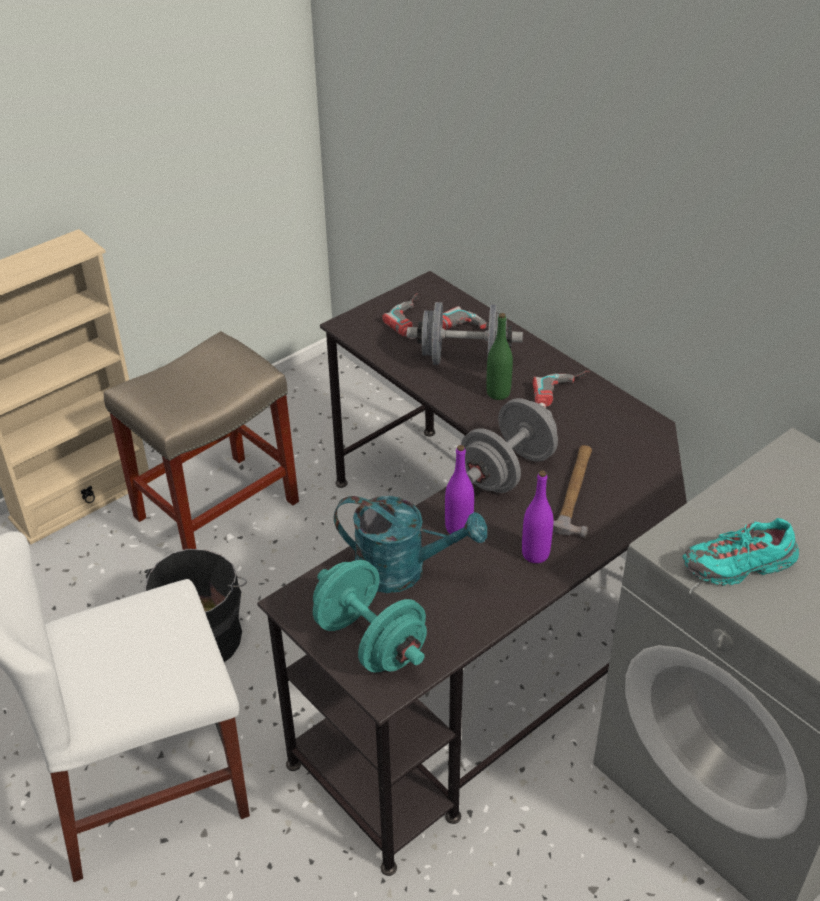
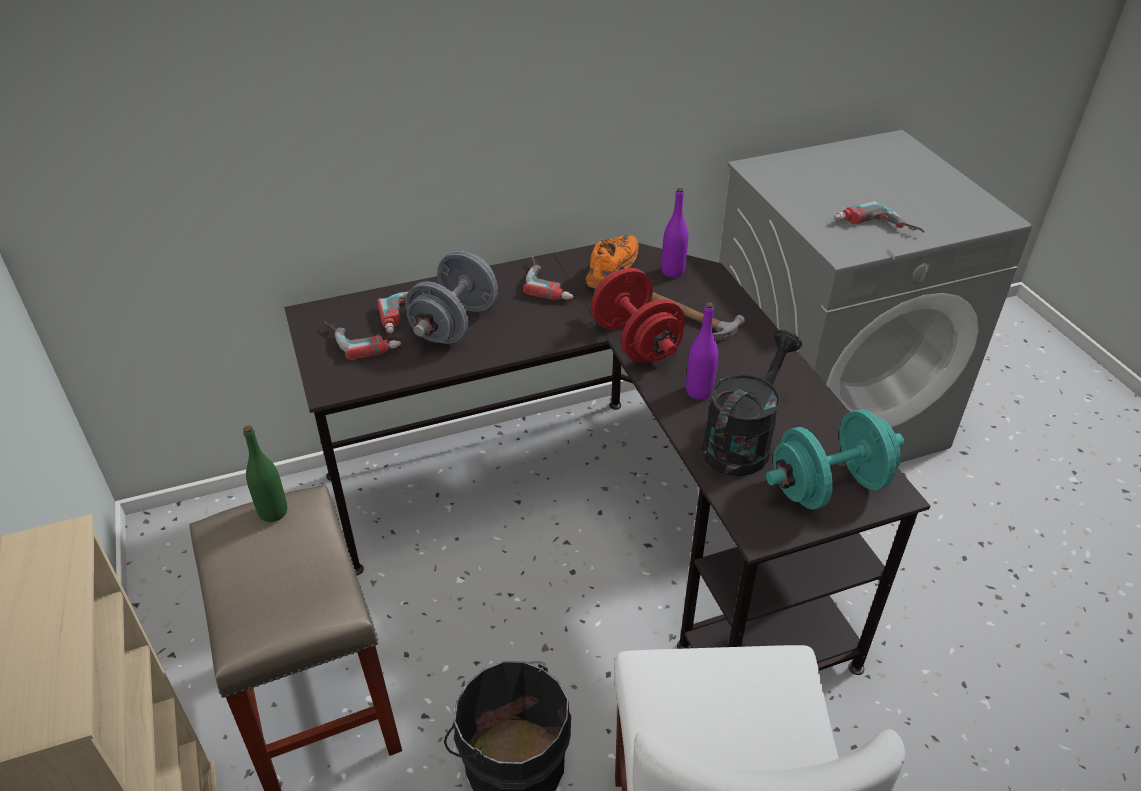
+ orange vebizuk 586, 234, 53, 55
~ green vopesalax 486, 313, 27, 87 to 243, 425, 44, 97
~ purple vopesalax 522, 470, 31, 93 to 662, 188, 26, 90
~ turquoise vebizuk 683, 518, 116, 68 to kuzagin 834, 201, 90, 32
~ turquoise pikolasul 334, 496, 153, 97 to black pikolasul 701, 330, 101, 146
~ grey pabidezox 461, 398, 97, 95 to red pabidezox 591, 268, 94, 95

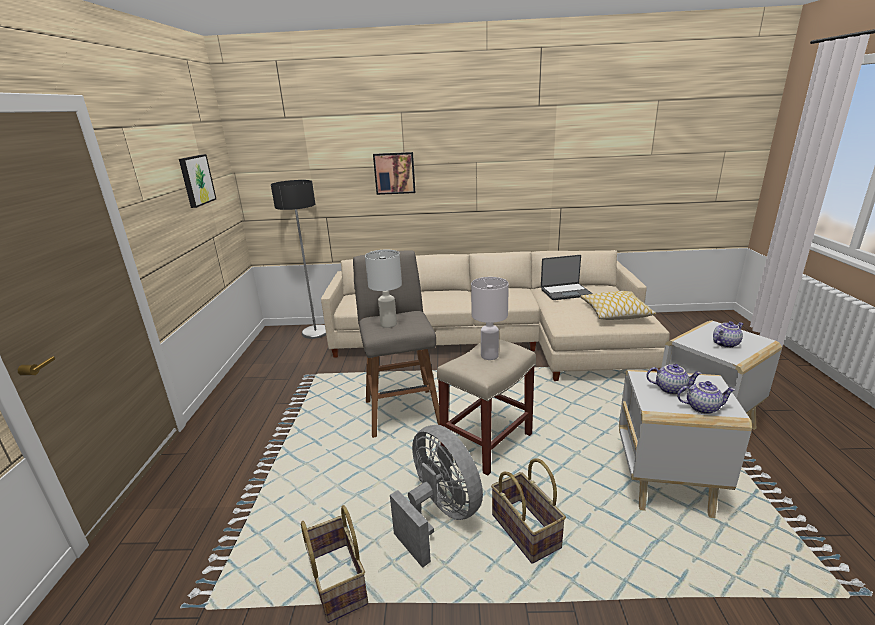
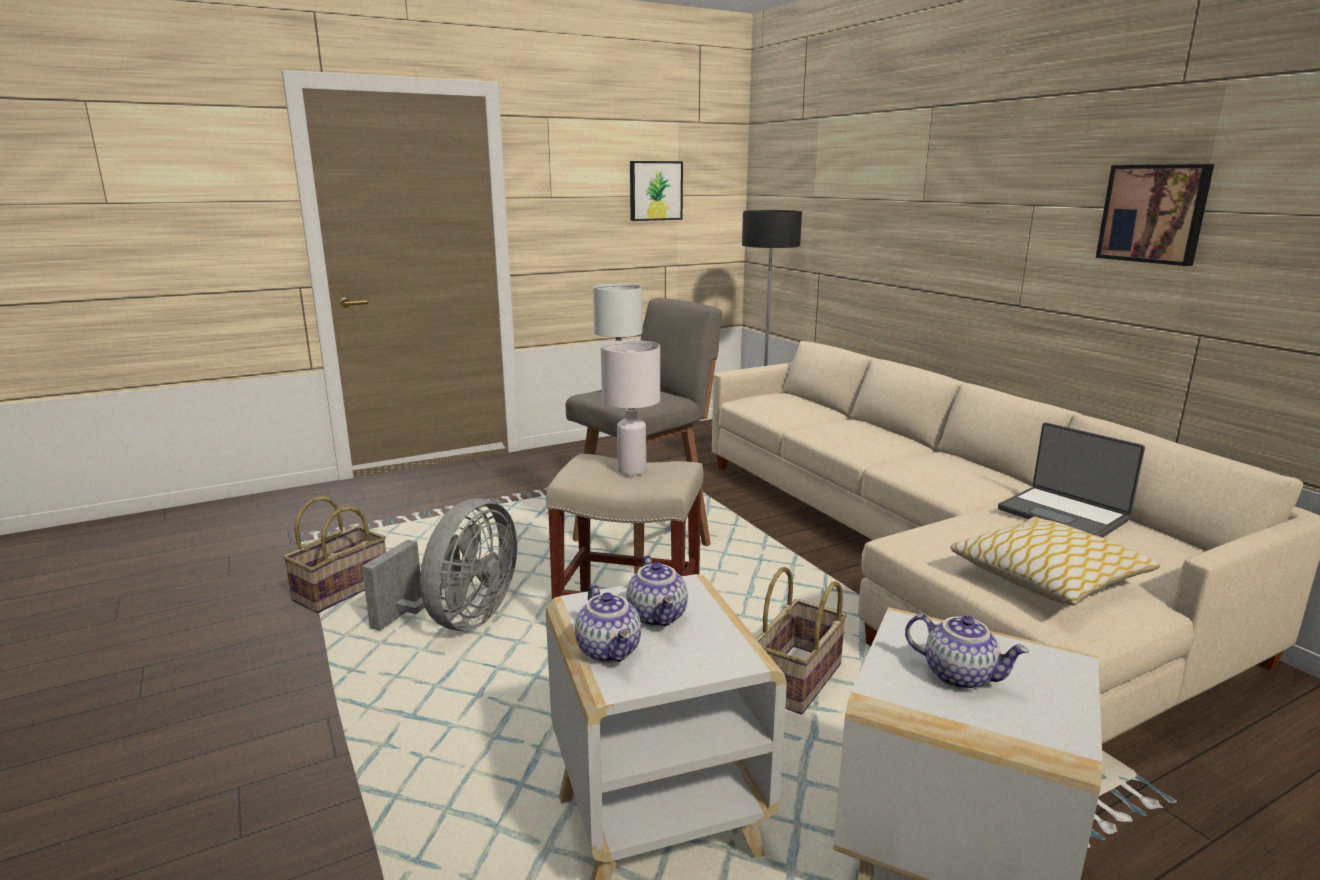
~ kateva 373, 152, 42, 43 to 1096, 164, 118, 102
~ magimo 491, 459, 75, 105 to 756, 567, 91, 147

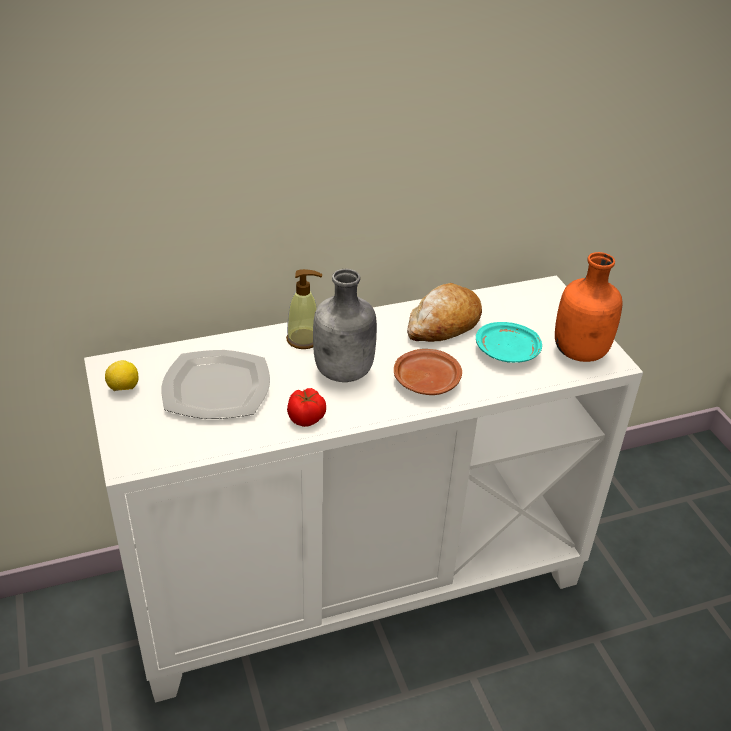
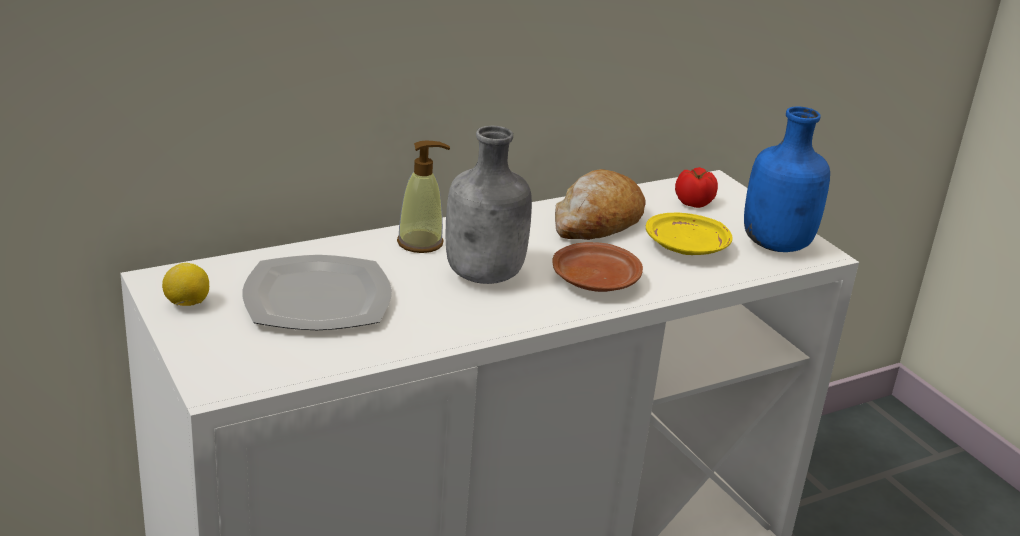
~ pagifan 287, 388, 39, 39 to 675, 167, 43, 41
~ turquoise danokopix 476, 322, 66, 41 to yellow danokopix 646, 213, 87, 42
~ orange vopesalax 555, 252, 68, 110 to blue vopesalax 744, 106, 86, 146

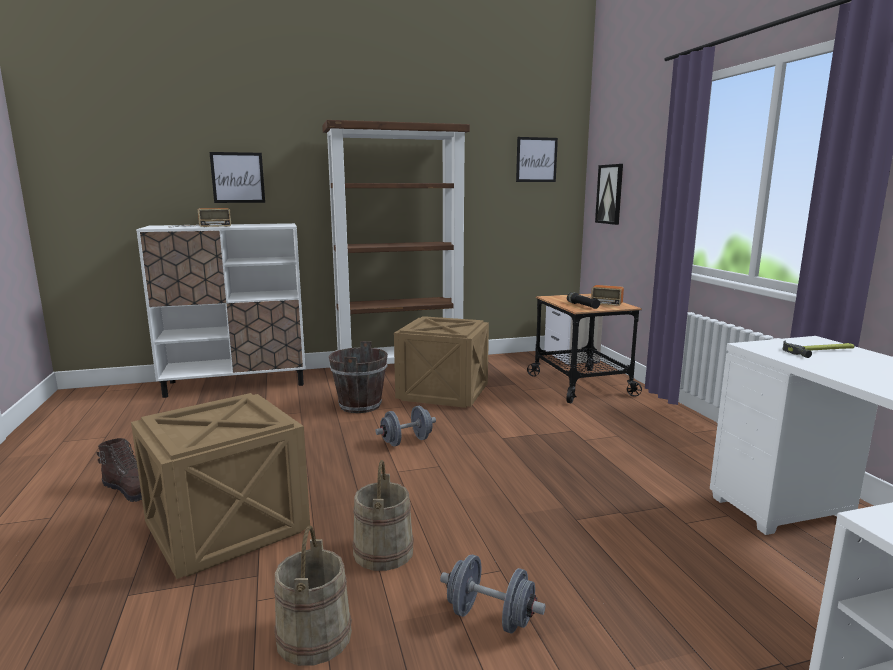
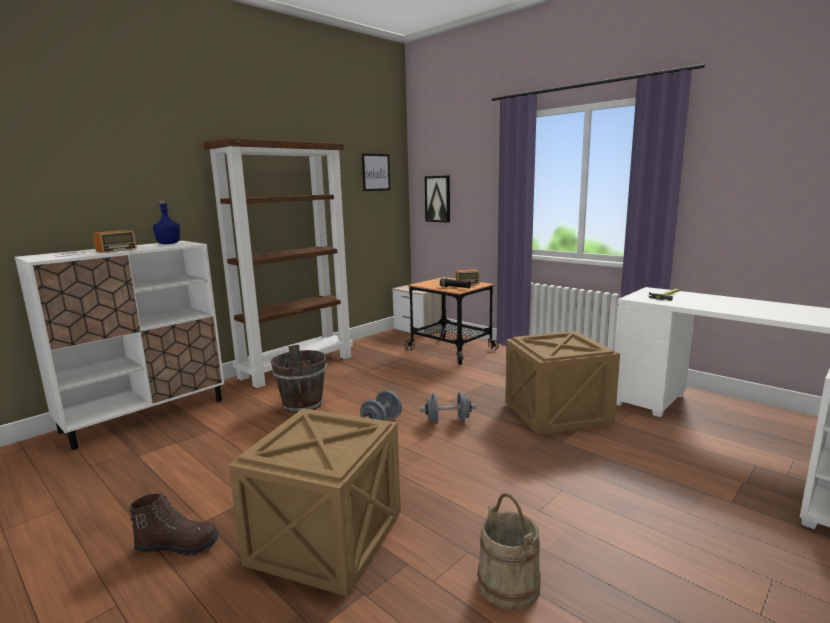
- kateva 209, 152, 56, 51
- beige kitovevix 352, 460, 62, 111
+ blue vopesalax 153, 200, 27, 44
~ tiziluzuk 394, 316, 95, 92 to 505, 331, 115, 104
~ grey pabidezox 440, 554, 106, 80 to 420, 392, 56, 32

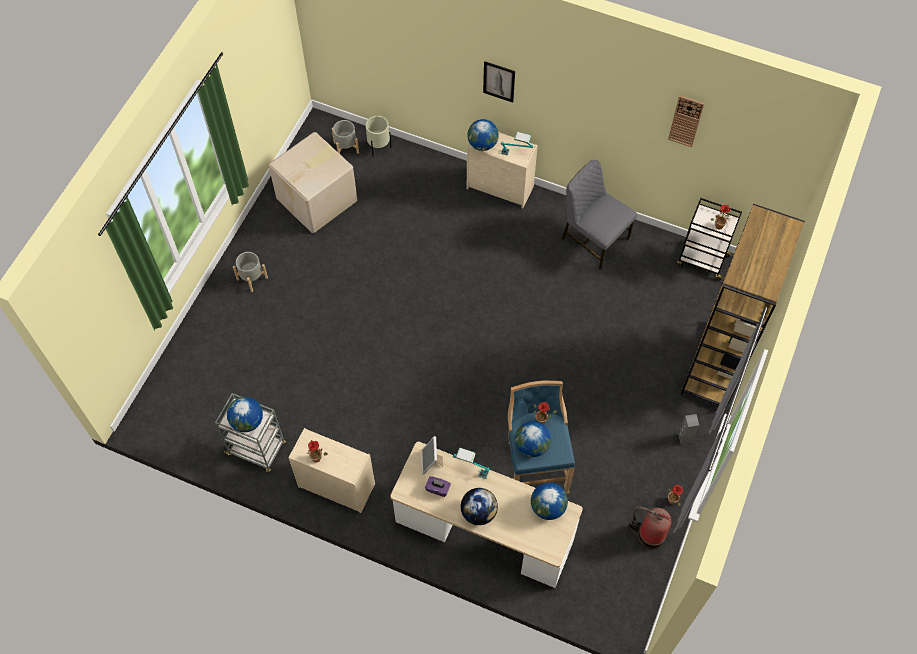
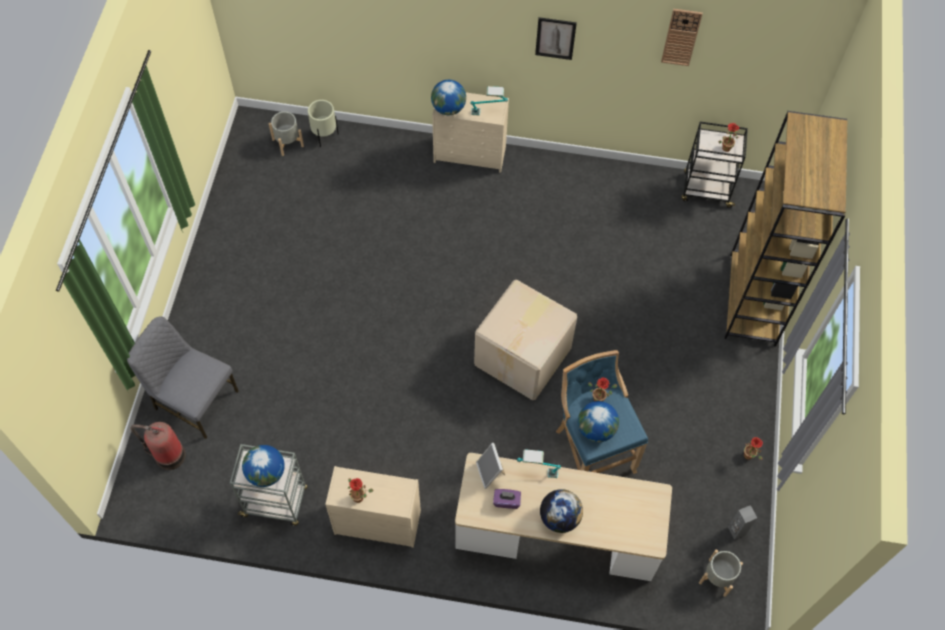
- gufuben 531, 483, 37, 37
~ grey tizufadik 233, 252, 35, 40 to 699, 549, 44, 48
~ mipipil 269, 132, 88, 101 to 474, 280, 103, 120
~ kateva 483, 61, 32, 42 to 535, 17, 42, 43
~ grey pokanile 562, 160, 75, 110 to 127, 316, 111, 123
~ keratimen 629, 506, 42, 44 to 131, 422, 55, 48
~ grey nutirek 678, 414, 21, 30 to 728, 505, 29, 35

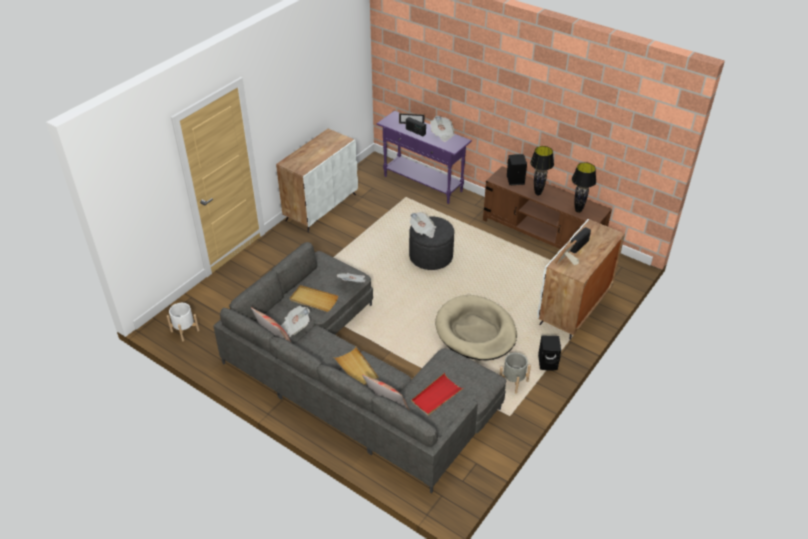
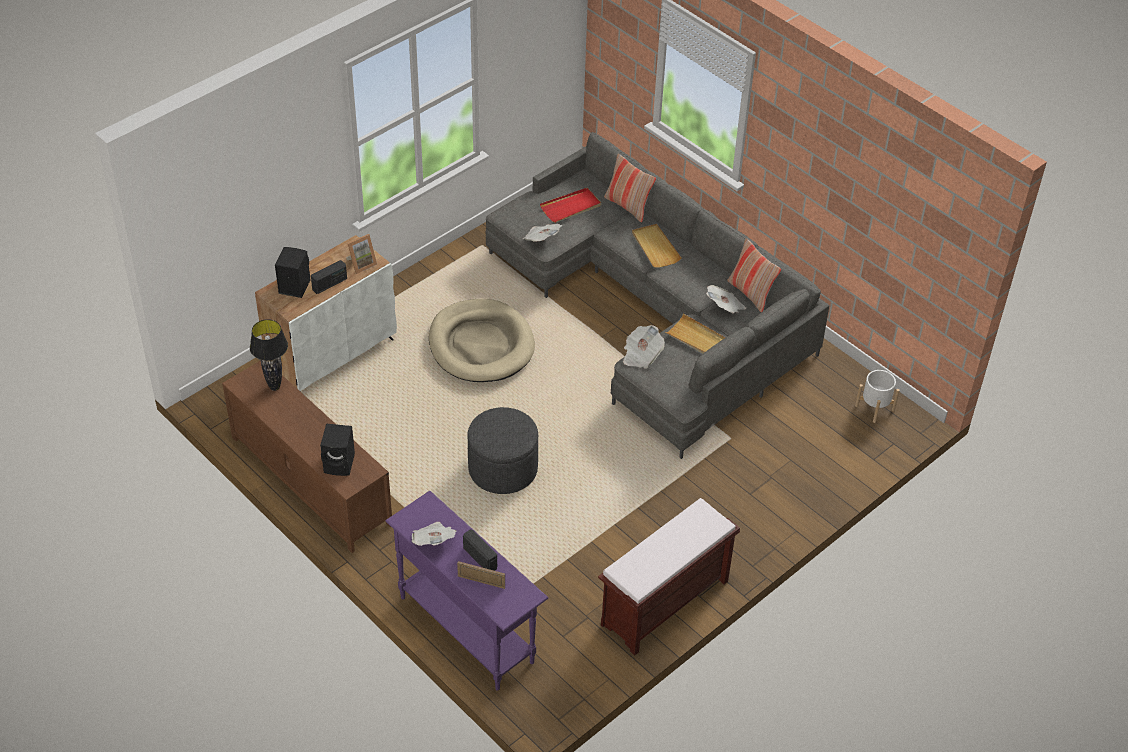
- grey tizufadik 500, 353, 31, 41
- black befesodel 530, 146, 24, 49
~ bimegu 410, 212, 26, 26 to 523, 223, 39, 19
~ black nutirek 538, 336, 23, 35 to 275, 247, 35, 51
~ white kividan 276, 129, 82, 103 to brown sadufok 598, 498, 142, 158

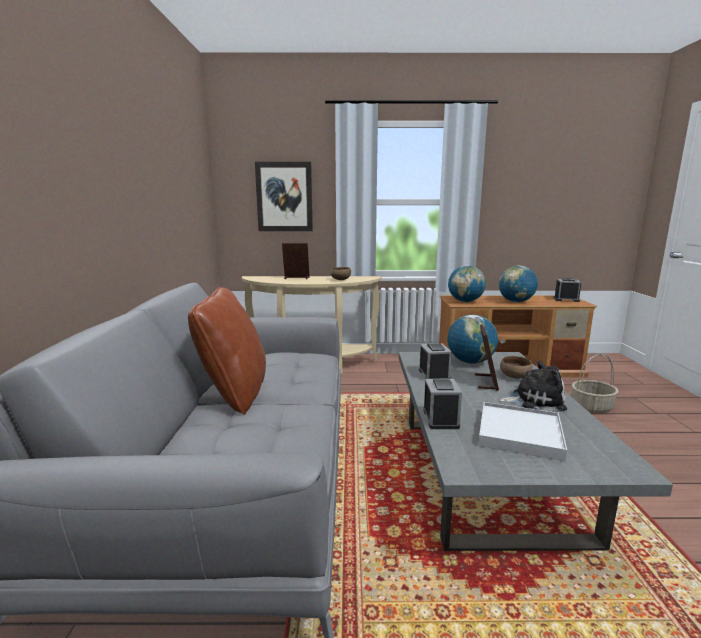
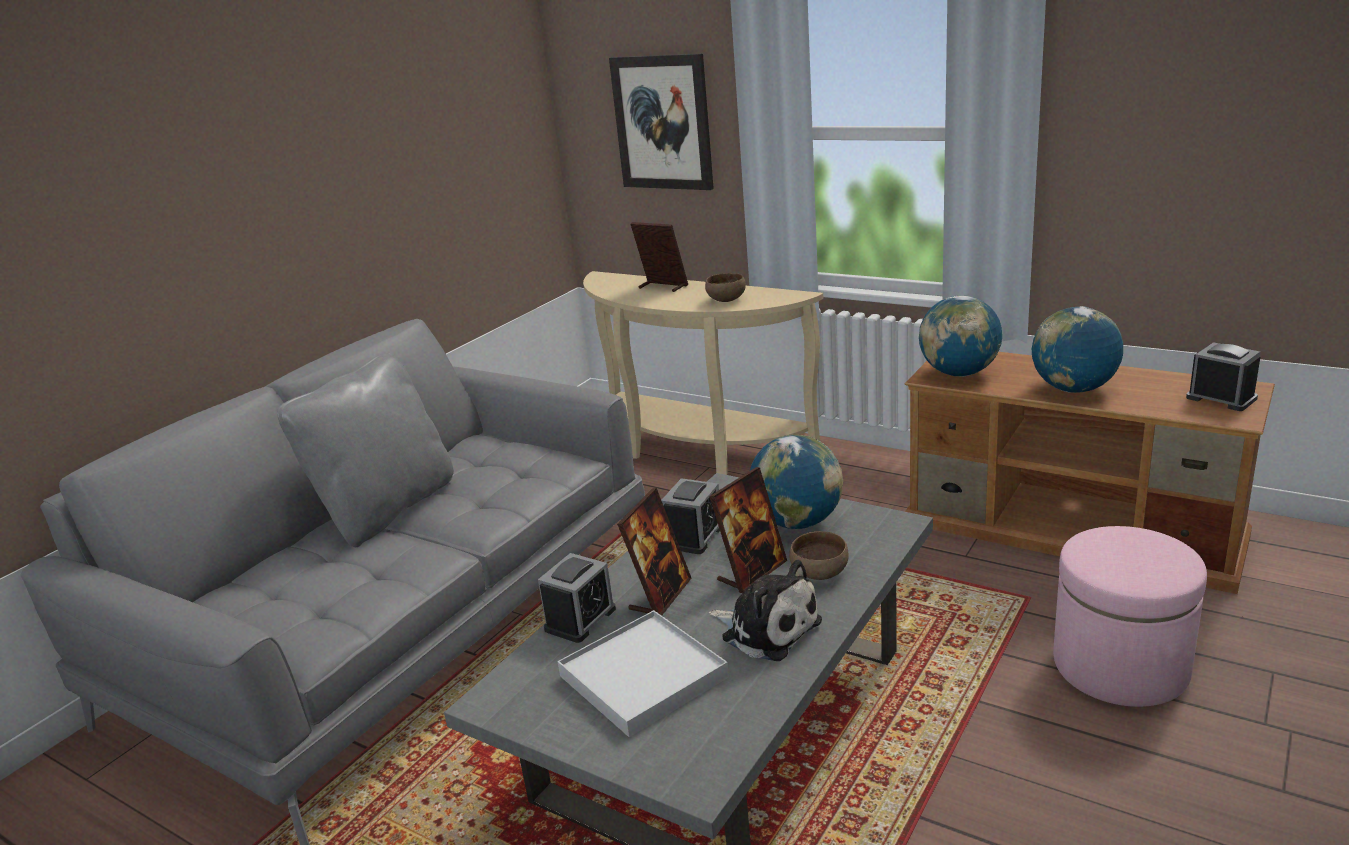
+ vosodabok 617, 488, 74, 128
~ magimo 571, 354, 47, 59 to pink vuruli 1053, 526, 154, 181
~ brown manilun 188, 287, 78, 128 to grey manilun 277, 353, 177, 194

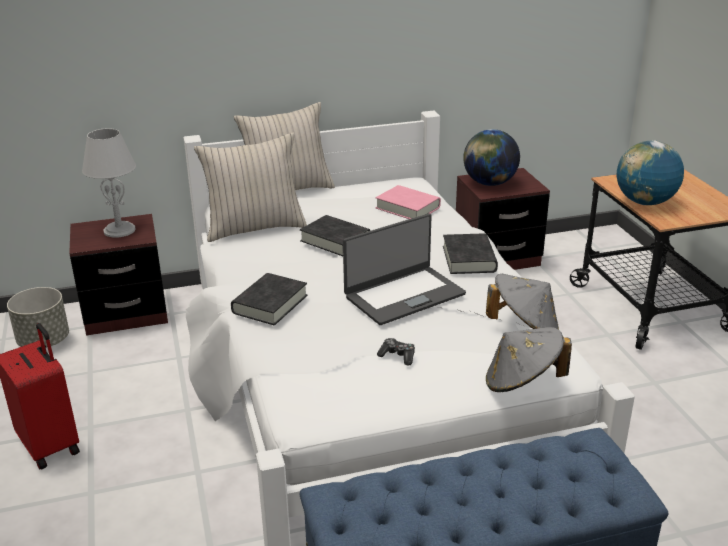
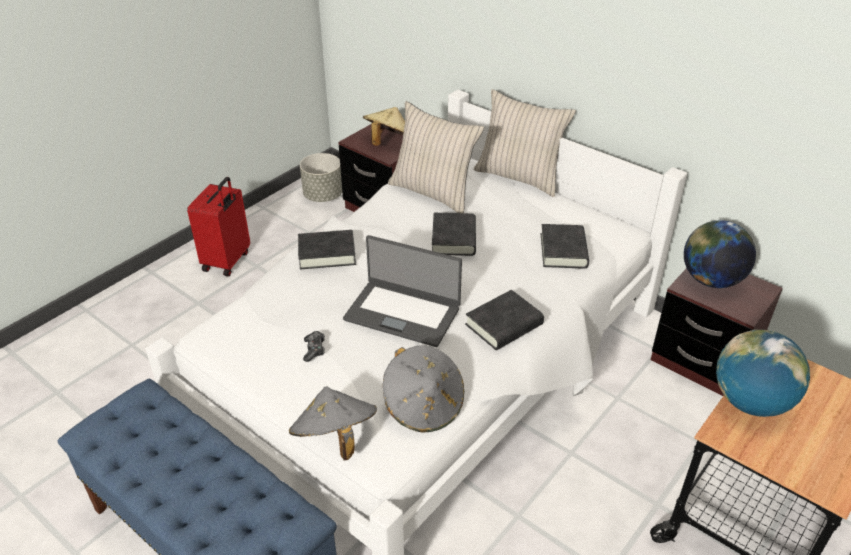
~ grey befesodel 82, 128, 54, 110 to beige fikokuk 363, 107, 42, 39
~ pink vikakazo 376, 185, 65, 34 to black vikakazo 541, 224, 48, 45

